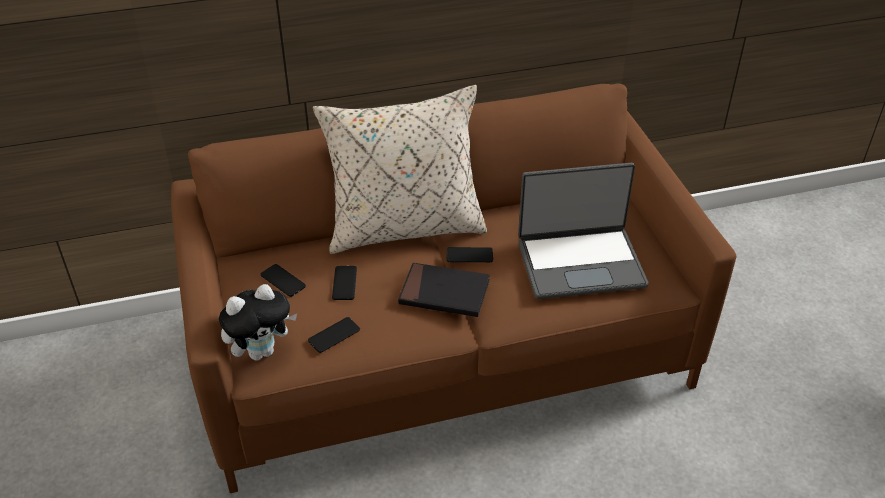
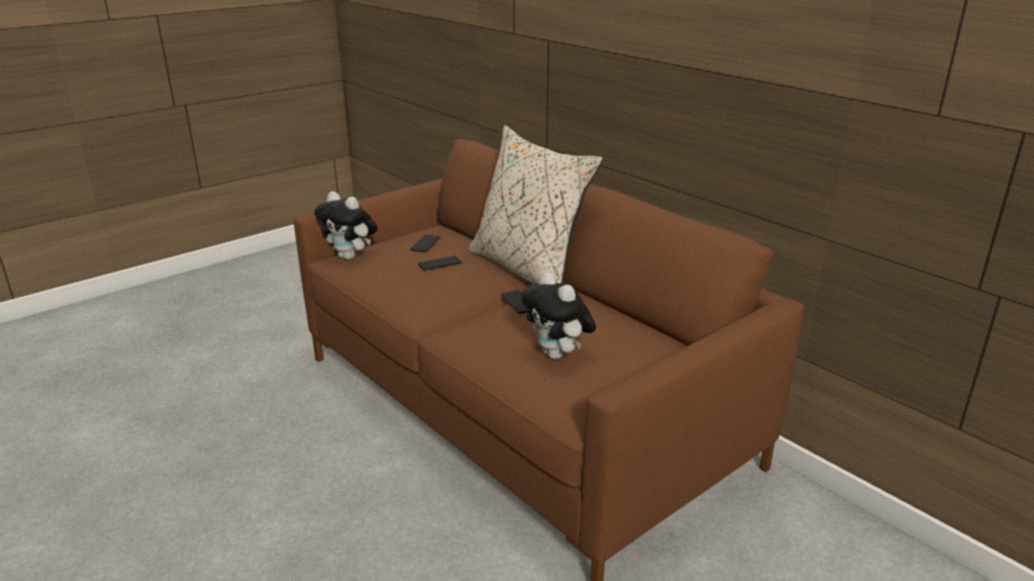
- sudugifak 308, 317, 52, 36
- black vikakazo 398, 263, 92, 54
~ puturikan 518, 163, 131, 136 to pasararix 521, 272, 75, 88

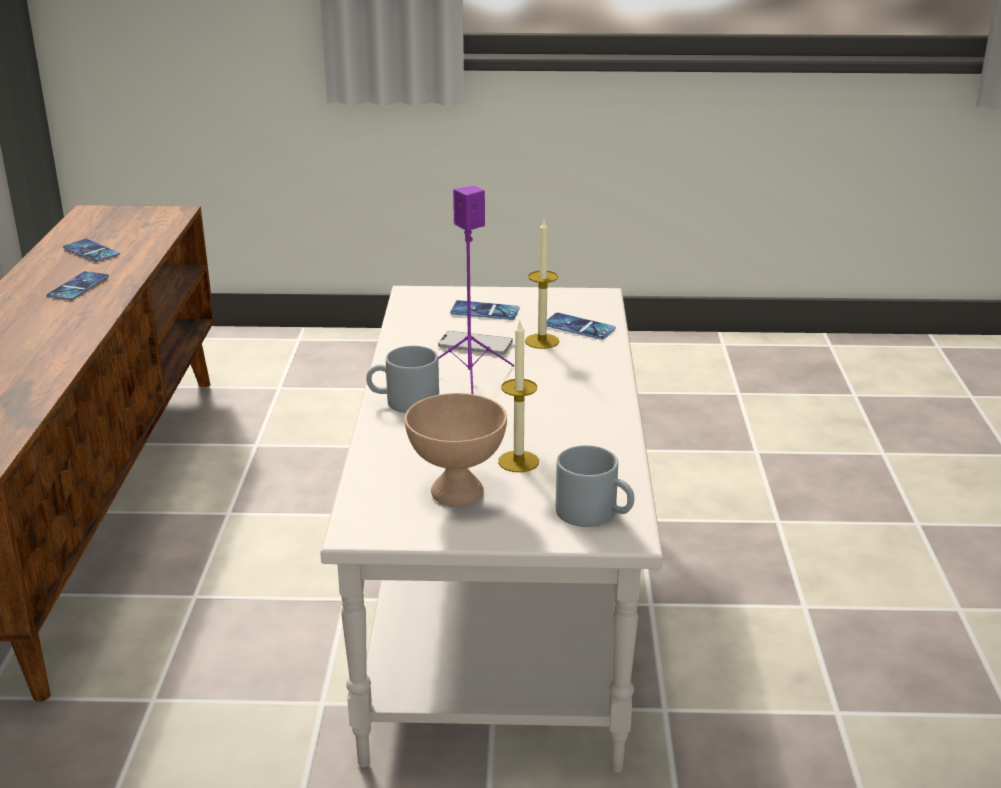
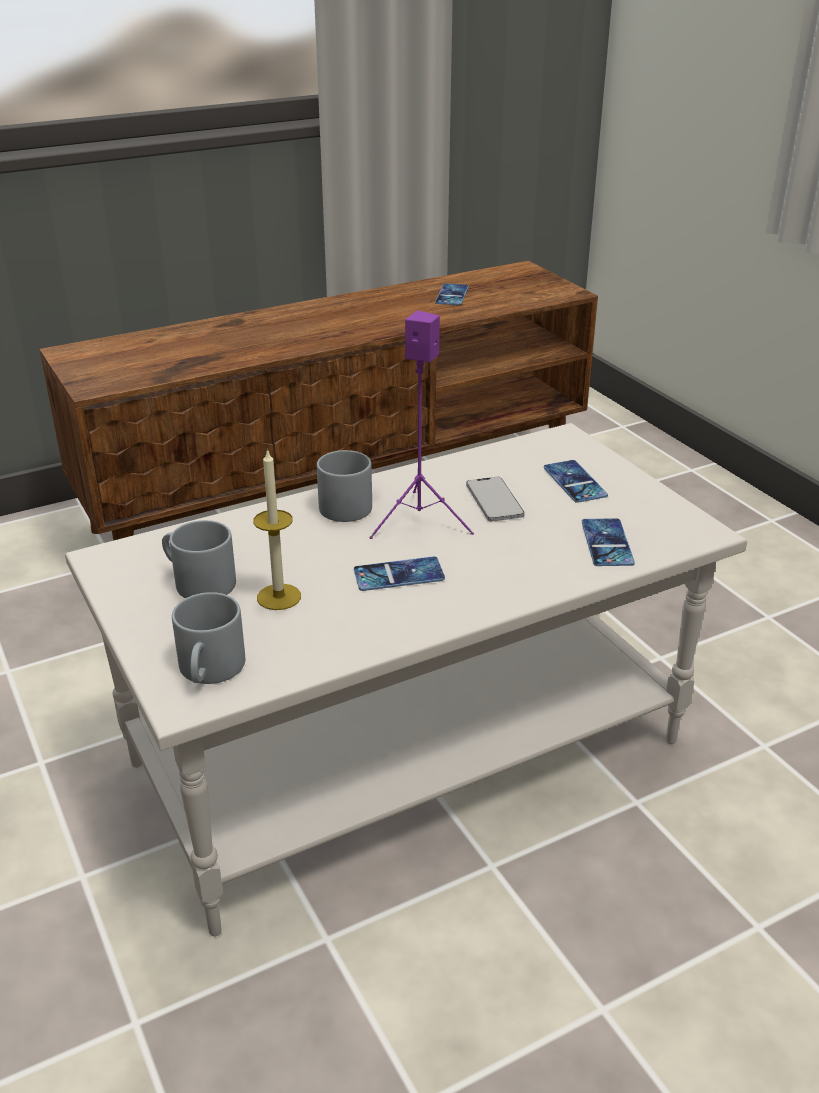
- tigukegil 525, 220, 34, 129
~ sudugifak 47, 271, 62, 29 to 354, 556, 91, 35
~ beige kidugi 405, 393, 102, 113 to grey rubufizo 162, 520, 74, 78

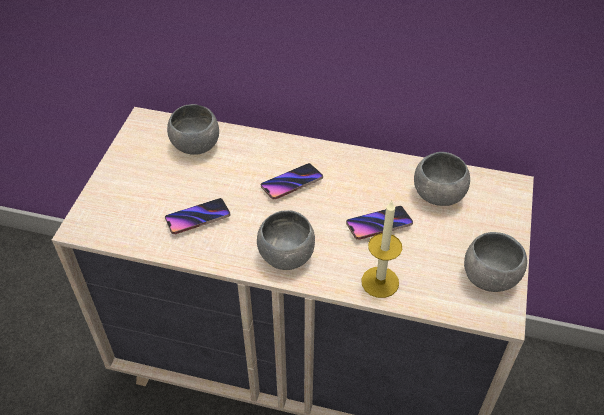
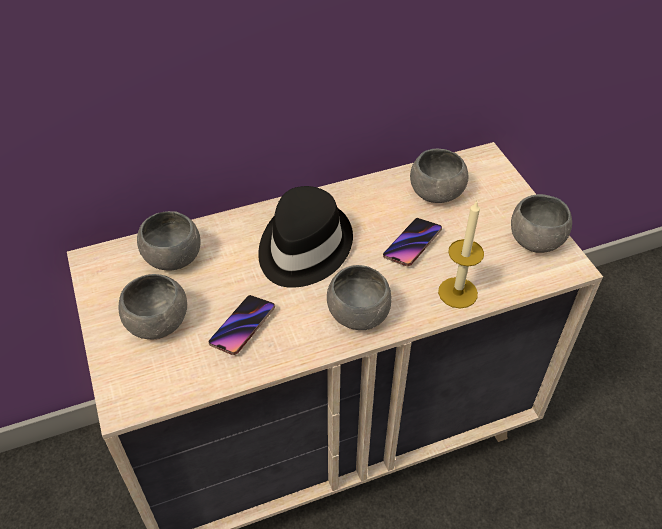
+ grey kidugi 119, 274, 68, 65
~ sudugifak 261, 163, 62, 37 to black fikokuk 258, 186, 95, 102

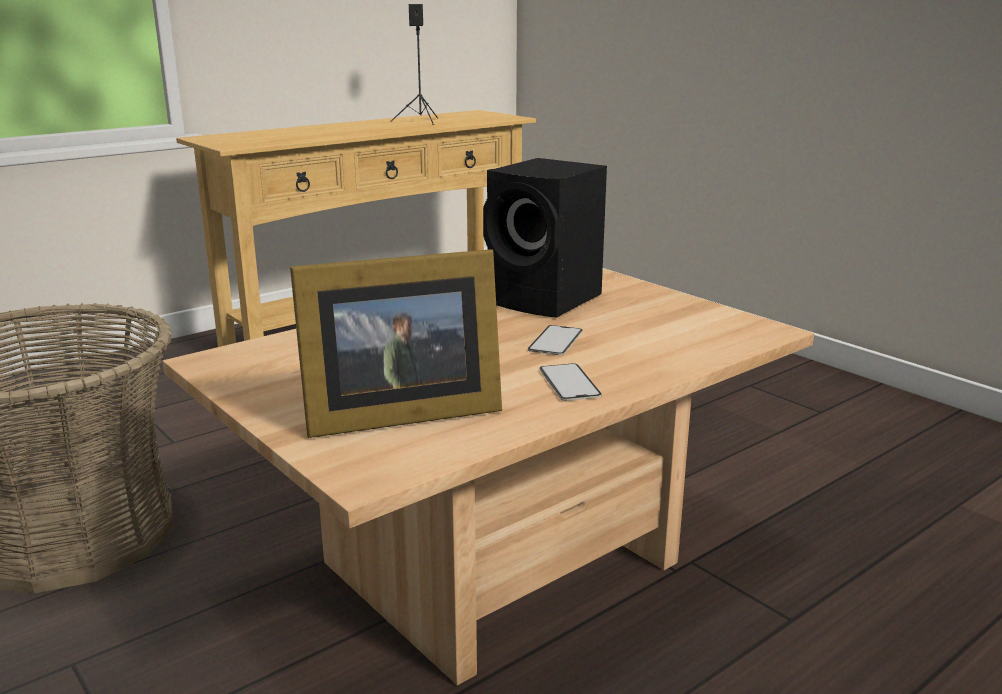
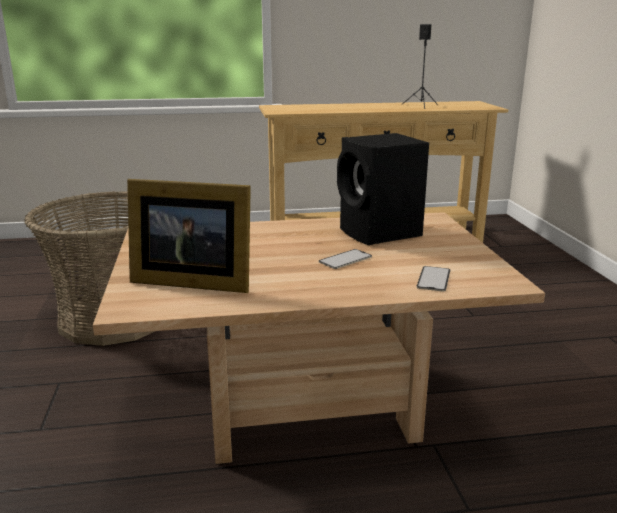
~ sudugifak 540, 363, 62, 38 to 417, 266, 33, 26

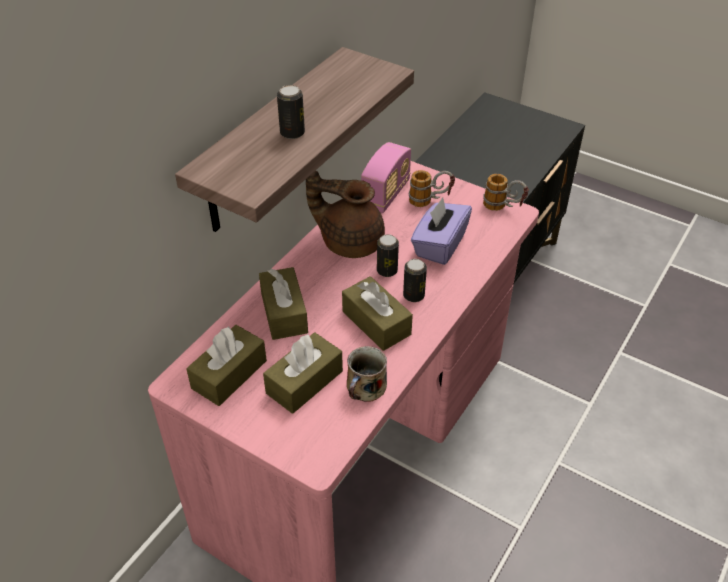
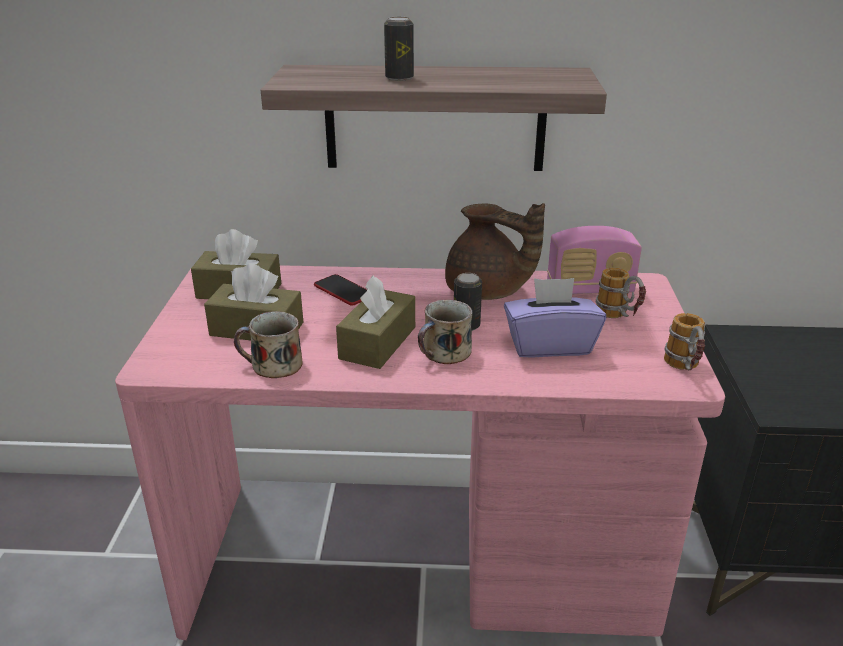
~ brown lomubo 259, 267, 49, 73 to sudugifak 314, 274, 53, 31
~ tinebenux 403, 259, 24, 43 to rubufizo 418, 300, 55, 64
~ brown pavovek 306, 171, 79, 87 = 445, 203, 100, 97 135 degrees clockwise

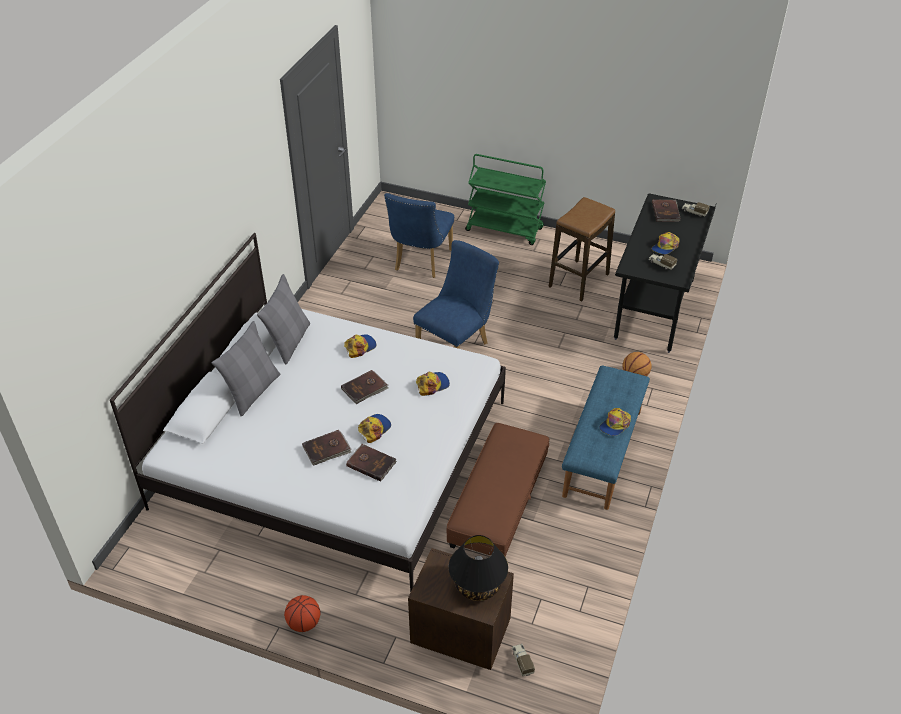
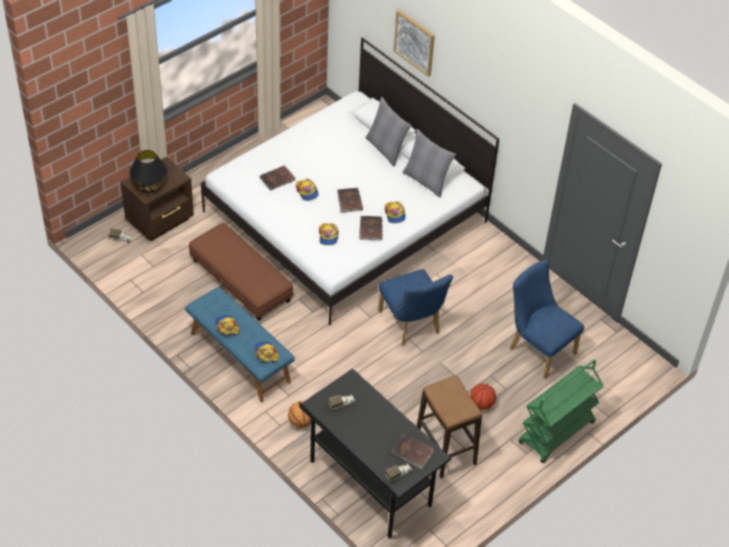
+ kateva 394, 10, 41, 67
~ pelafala 284, 595, 37, 37 to 470, 384, 26, 26
~ brown vikakazo 302, 430, 49, 36 to 359, 216, 24, 24
~ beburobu 651, 232, 29, 22 to 254, 341, 25, 22

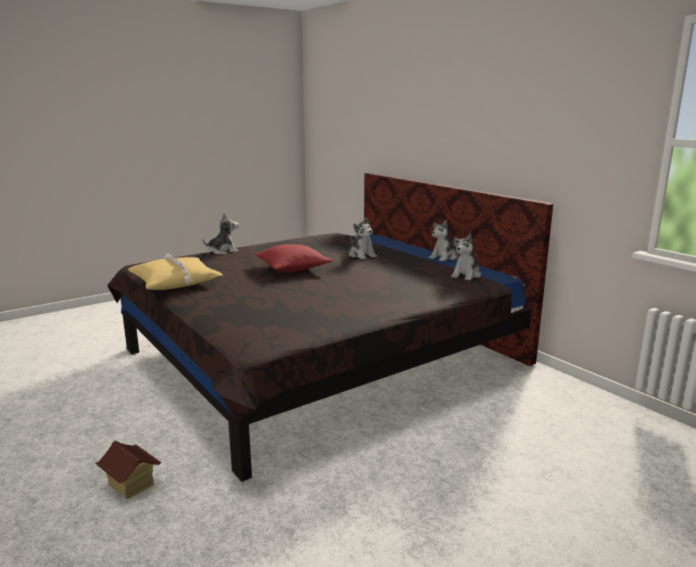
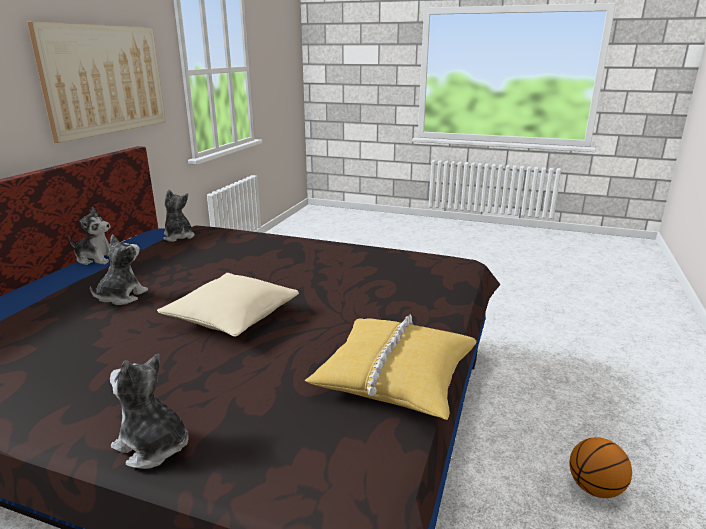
- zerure 95, 441, 66, 58
+ kateva 27, 21, 139, 122
+ pelafala 569, 437, 63, 61
~ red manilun 255, 244, 78, 28 to beige manilun 157, 273, 142, 64
~ pasararix 451, 233, 30, 48 = 163, 189, 32, 53 120 degrees counterclockwise

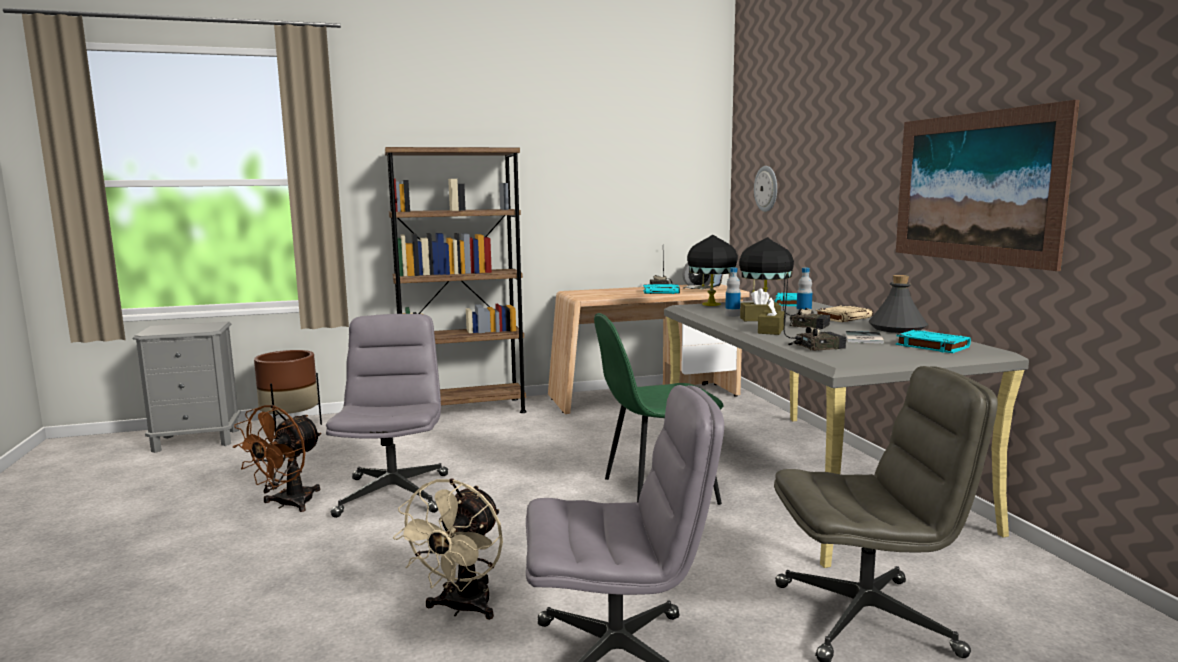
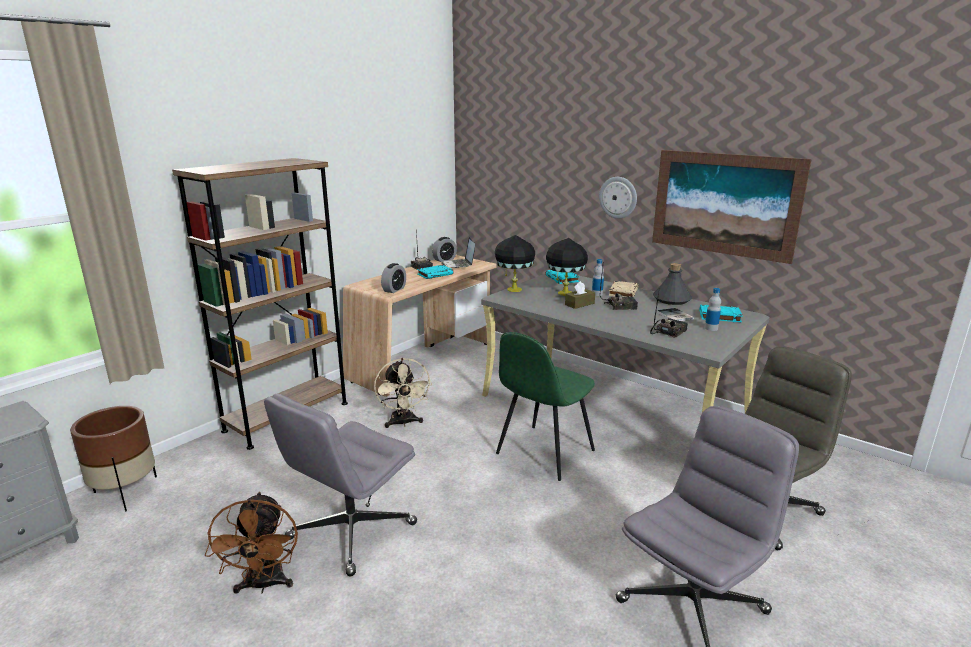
- brown lomubo 758, 298, 27, 37
+ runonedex 381, 263, 25, 30
~ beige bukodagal 393, 478, 110, 142 to 374, 358, 58, 70
~ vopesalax 725, 268, 16, 49 to 705, 288, 16, 43
~ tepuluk 754, 166, 23, 46 to 599, 177, 38, 42
~ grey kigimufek 326, 314, 122, 204 = 264, 394, 153, 182 105 degrees counterclockwise

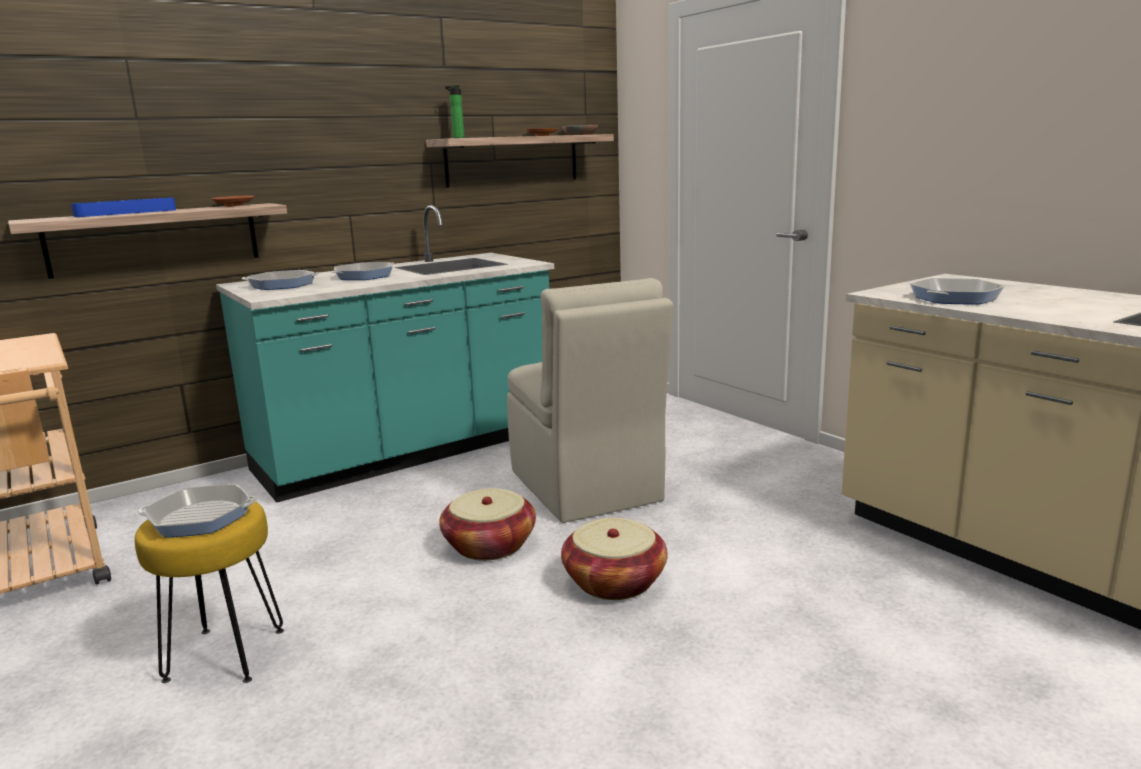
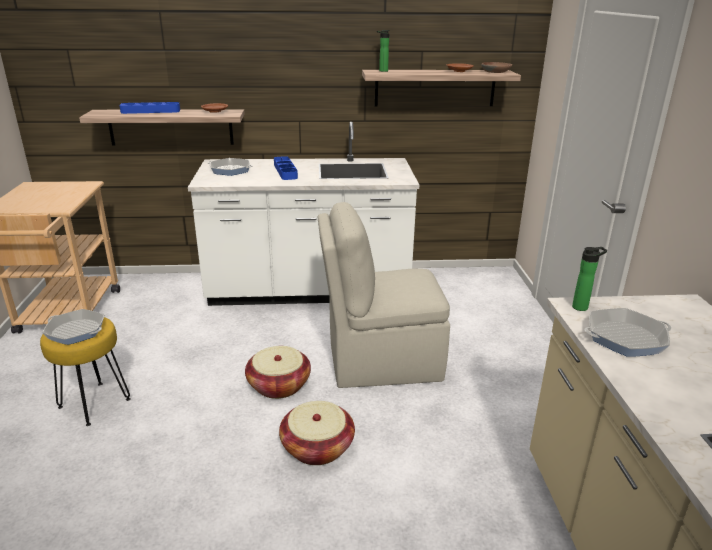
+ vopesalax 572, 247, 35, 64
~ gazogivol 331, 262, 63, 18 to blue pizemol 274, 156, 24, 24
~ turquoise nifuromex 216, 205, 338, 298 to white nifuromex 188, 122, 231, 184
~ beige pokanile 507, 278, 166, 245 = 318, 202, 132, 186 75 degrees clockwise

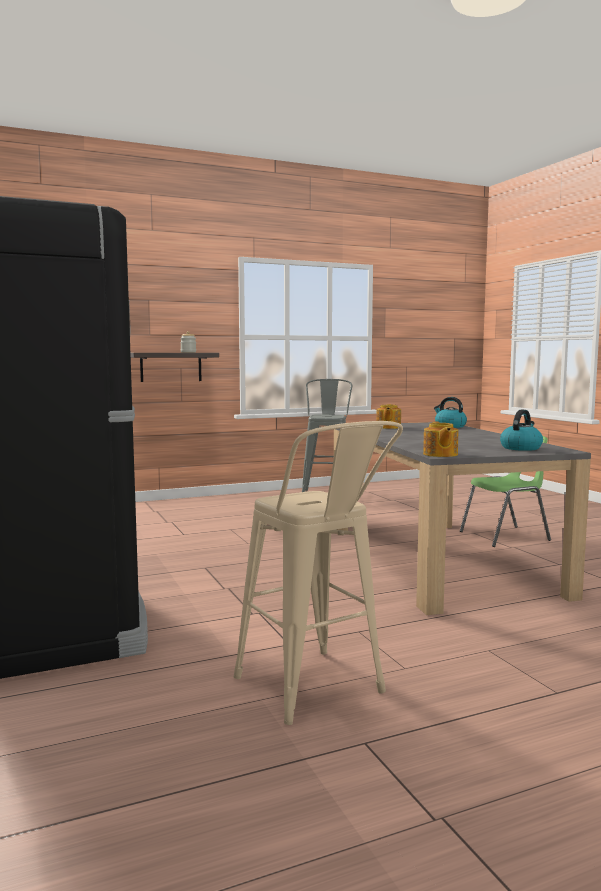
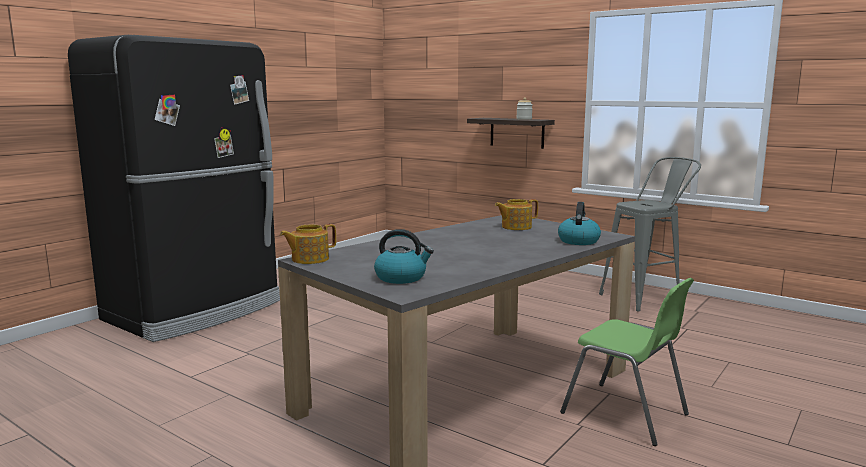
- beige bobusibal 234, 421, 169, 304

